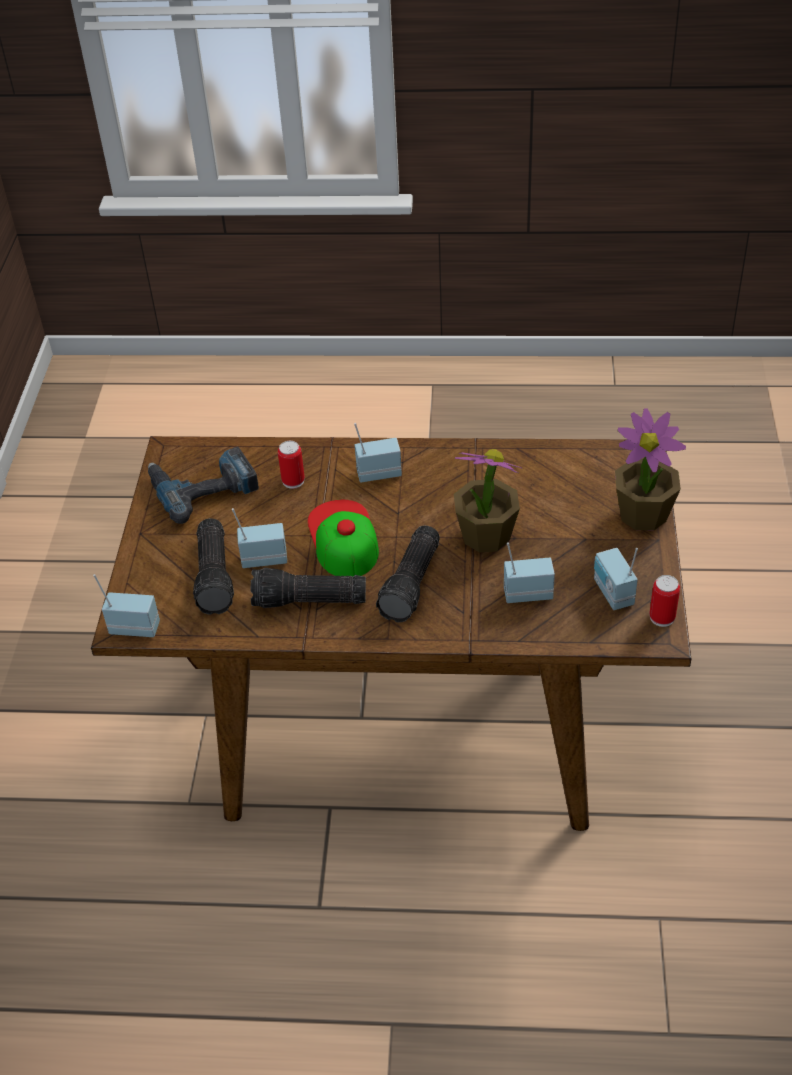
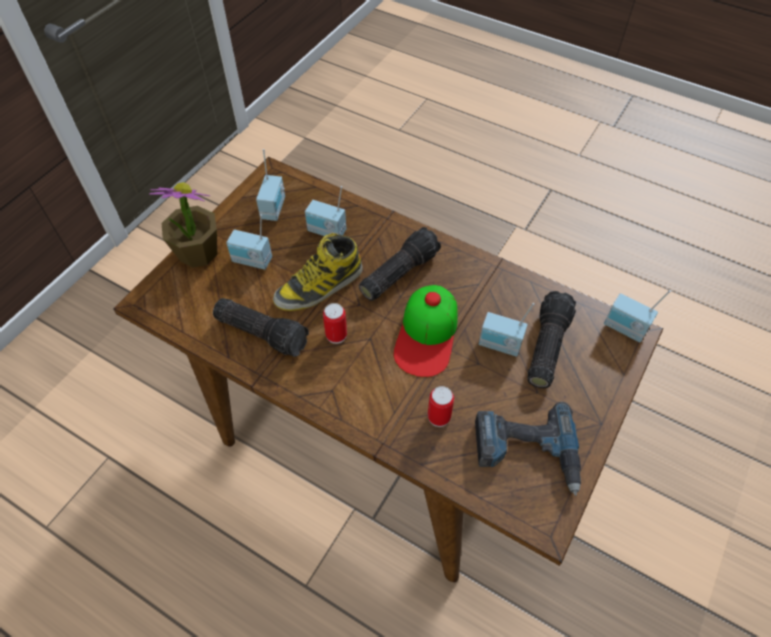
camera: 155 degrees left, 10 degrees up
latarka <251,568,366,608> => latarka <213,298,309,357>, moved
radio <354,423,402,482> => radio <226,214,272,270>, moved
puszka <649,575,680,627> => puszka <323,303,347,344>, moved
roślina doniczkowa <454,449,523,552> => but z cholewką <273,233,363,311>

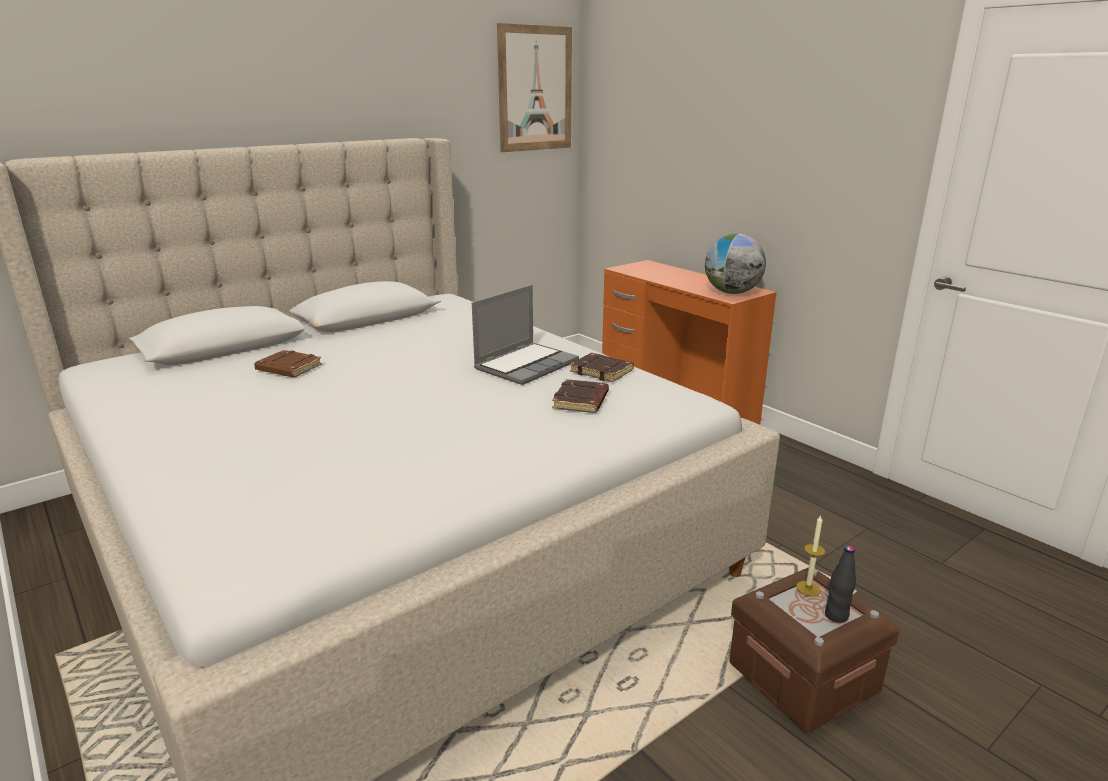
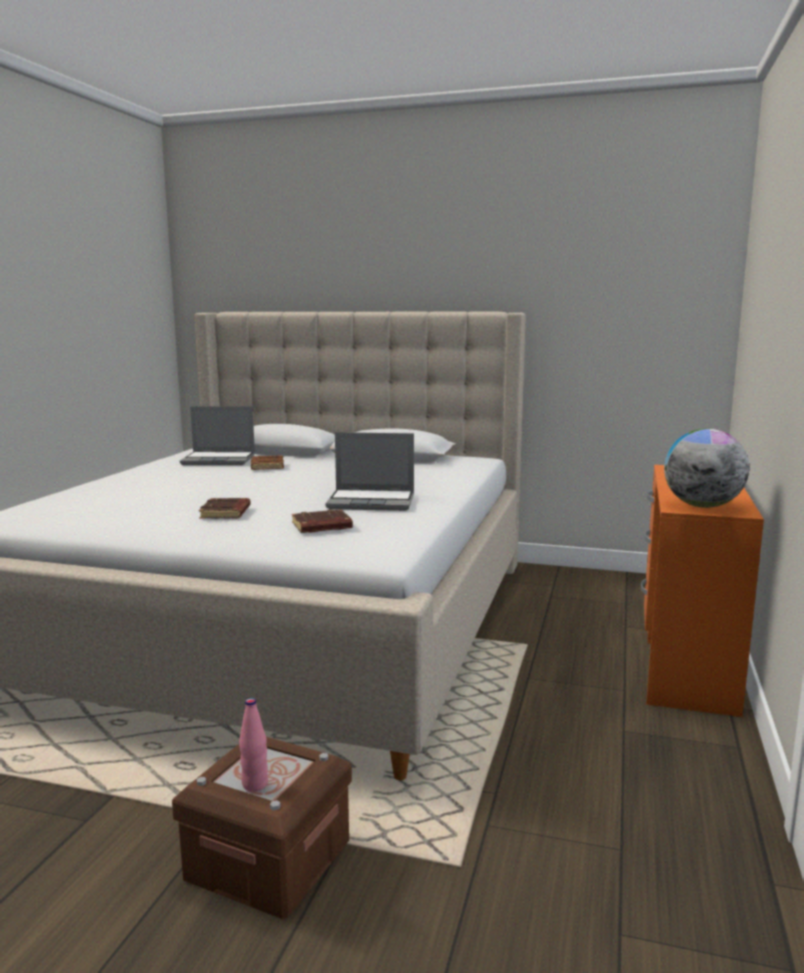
camera: 55 degrees right, 10 degrees down
obraz <497,23,572,152> => nothing
świeca <796,515,825,596> => nothing
nothing => laptop <180,406,255,465>
książka/brązowy <570,353,634,382> => książka/brązowy <199,498,250,519>, moved
butelka/czarny <825,546,856,623> => butelka/różowy <239,698,268,792>

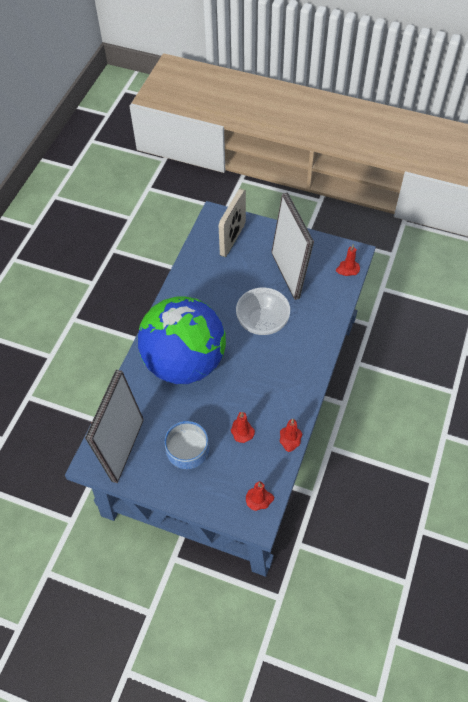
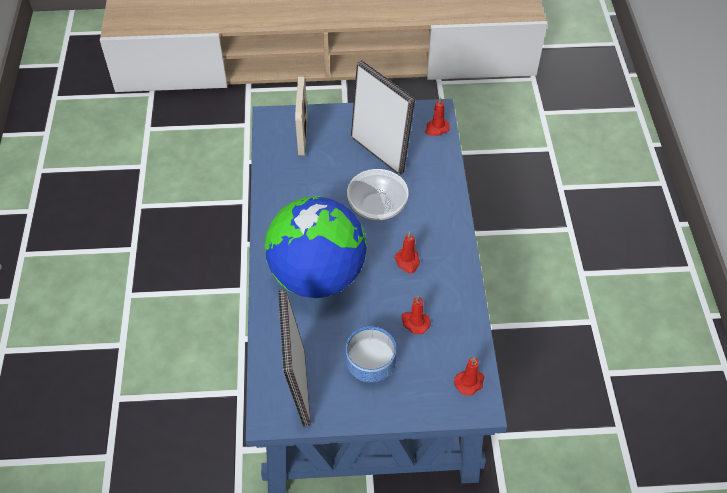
camera: 25 degrees left, 5 degrees down
świeca/czerwony <280,419,303,452> => świeca/czerwony <394,232,420,274>, moved

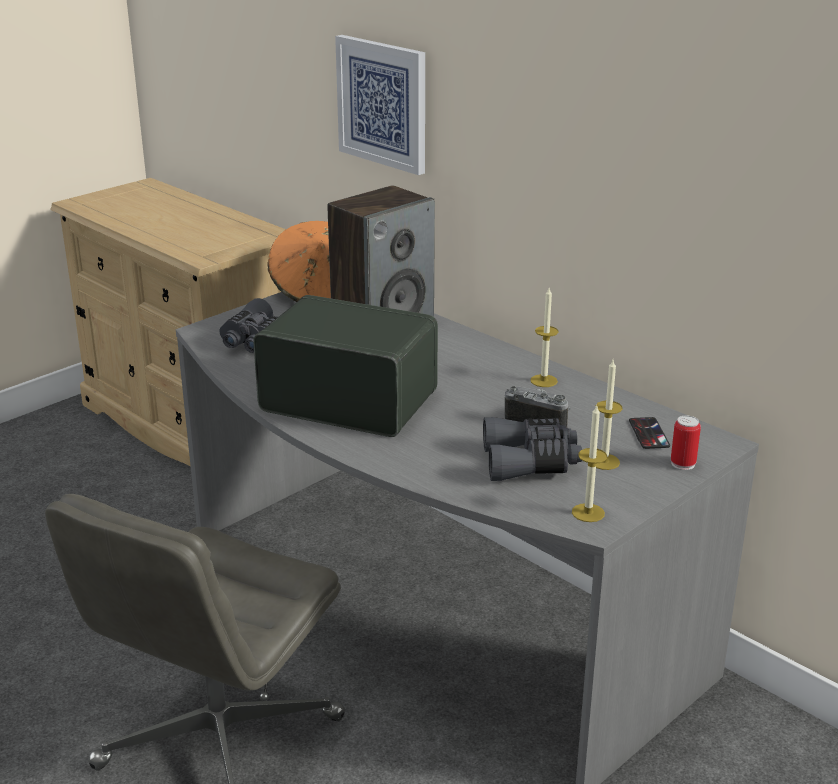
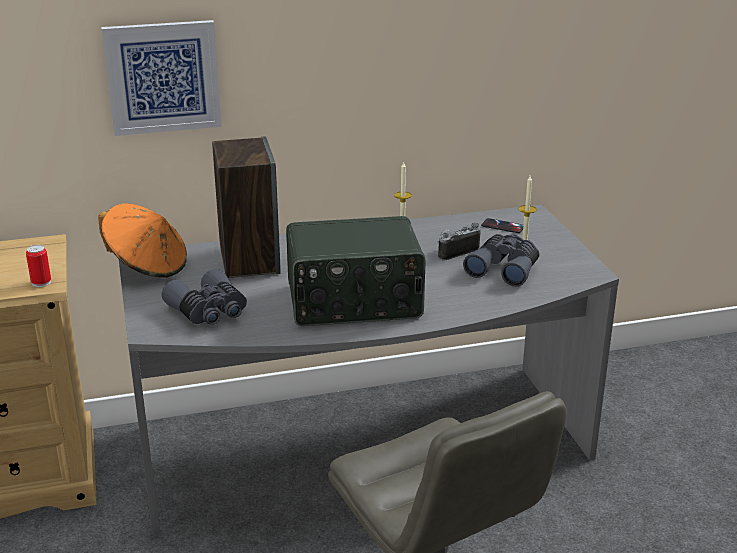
camera: 60 degrees left, 0 degrees up
świeca <572,404,607,522> => nothing
puszka <671,416,701,470> => puszka <26,245,51,287>, moved
radio <253,295,438,437> => radio <286,216,426,326>, 150 degrees counterclockwise

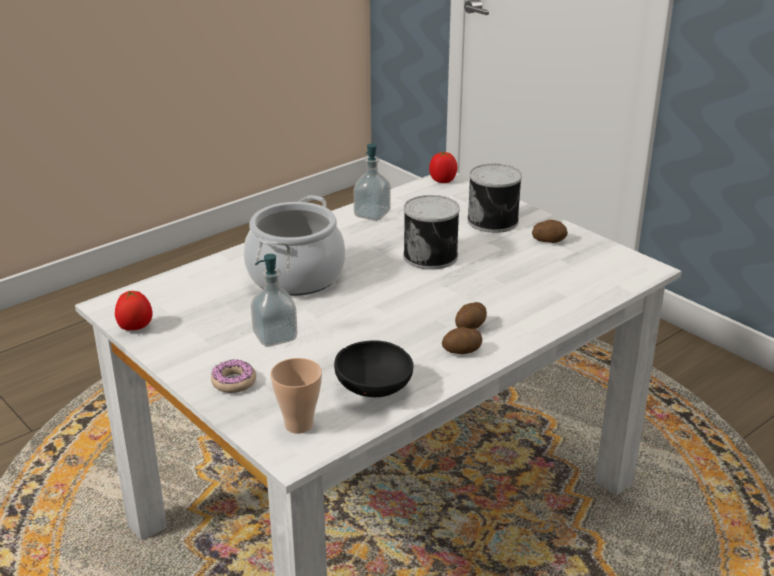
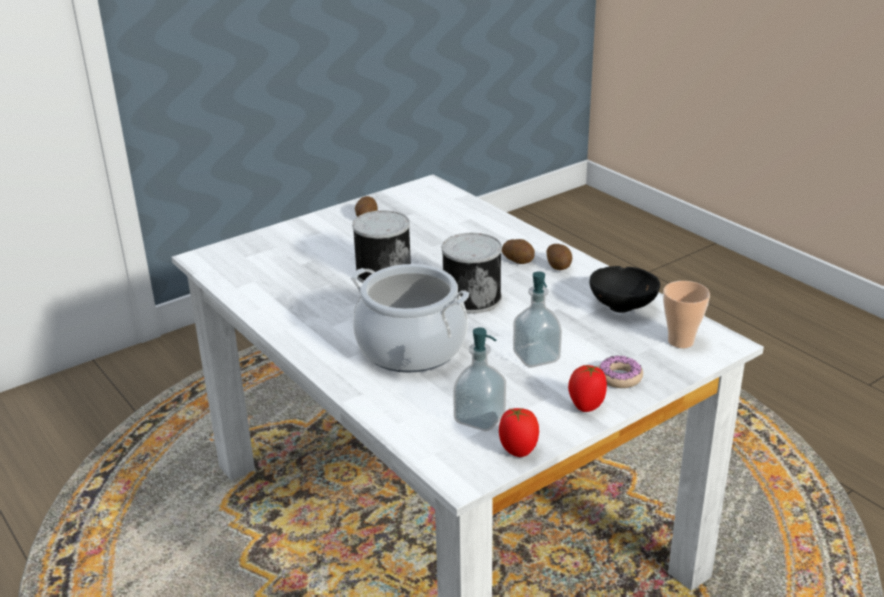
camera: 85 degrees left, 0 degrees up
dozownik mydła <354,144,391,221> => dozownik mydła <453,328,506,431>, moved
pomidor <429,152,458,183> => pomidor <568,365,607,412>, moved
puszka <467,164,522,233> => puszka <442,233,502,314>, moved

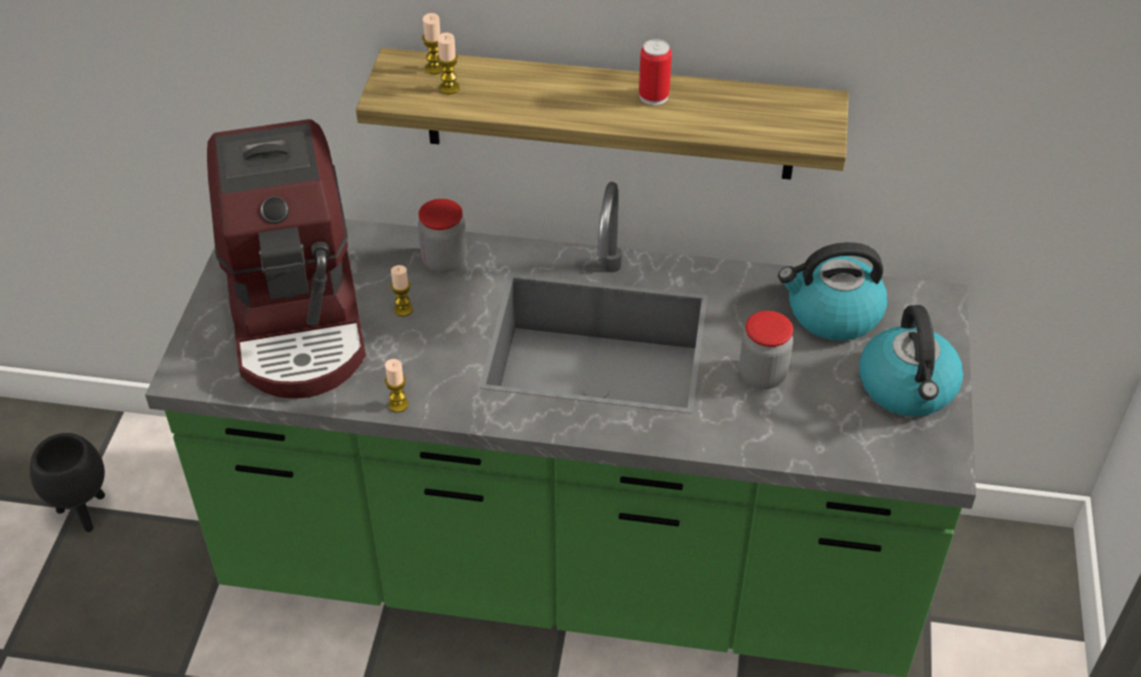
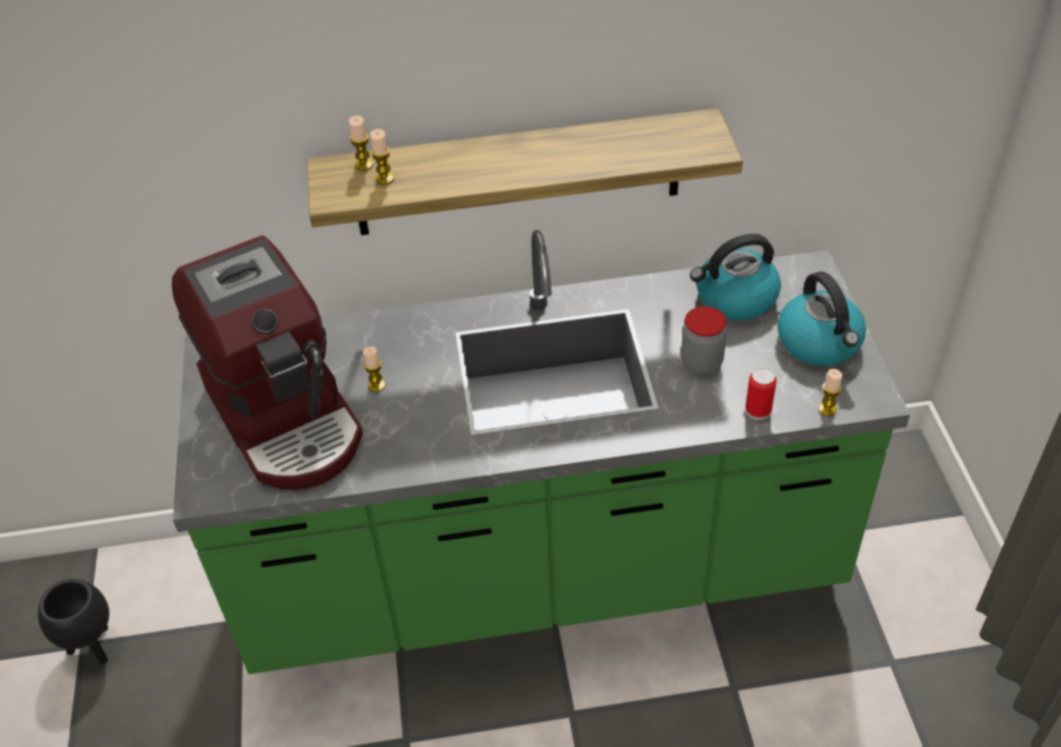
camera: 15 degrees left, 0 degrees up
słoik <418,199,467,273> => nothing
świeca <385,359,409,413> => świeca <819,369,842,416>, moved
puszka <639,39,672,105> => puszka <745,367,777,420>, moved

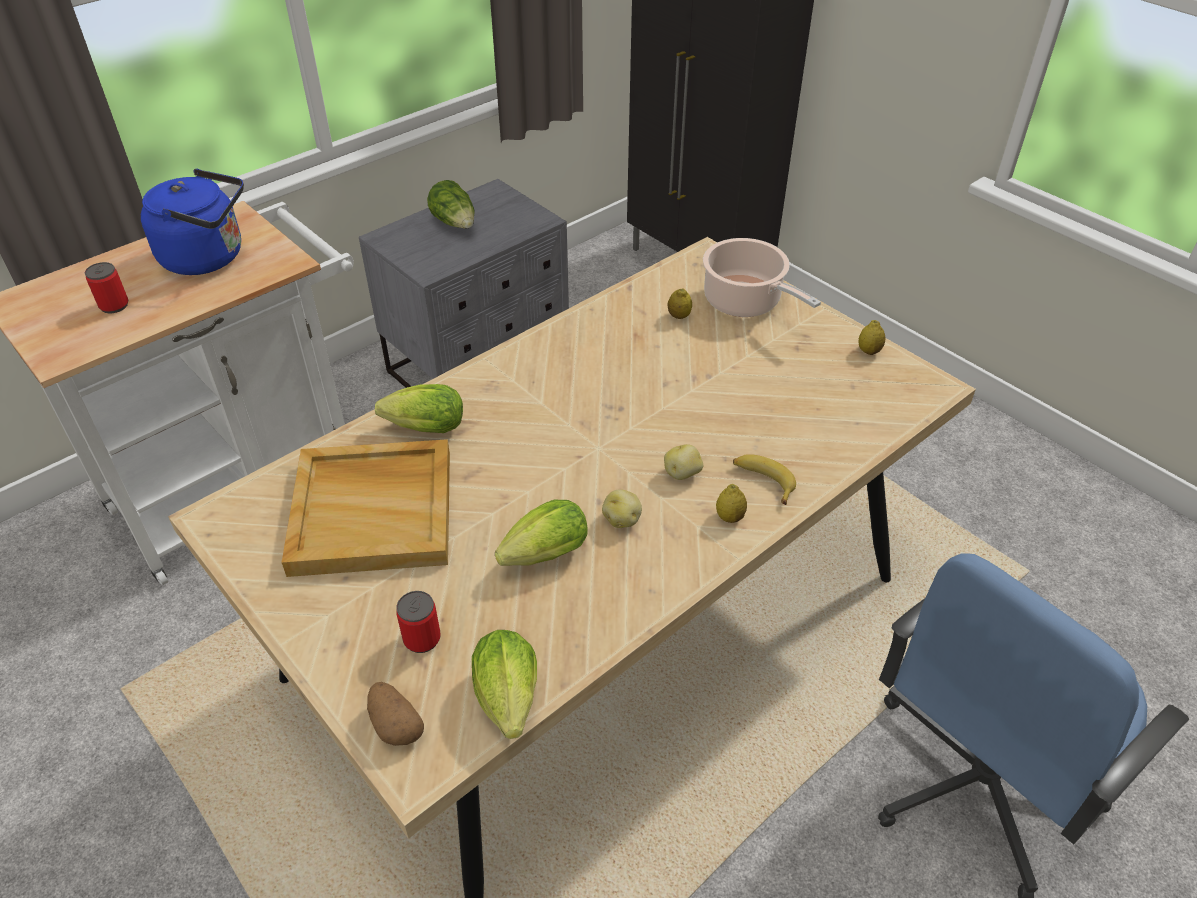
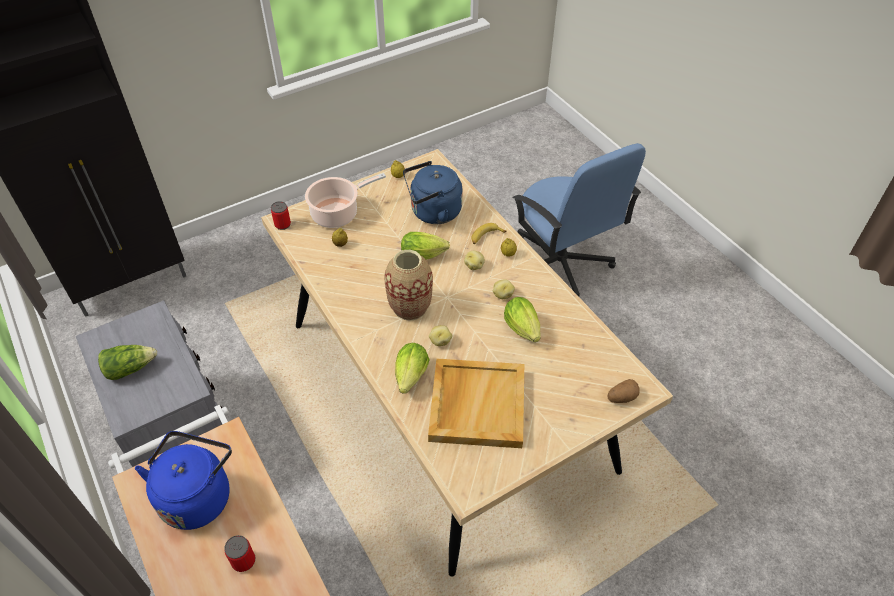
camera: 80 degrees left, 5 degrees up
nothing => wazon <384,250,433,321>
nothing => czajnik/niebieski <403,161,463,224>
nothing => ziemniak <429,325,452,346>
puszka <396,591,441,653> => puszka <271,201,291,230>, moved
sałata <472,630,537,739> => sałata <401,232,450,260>, moved

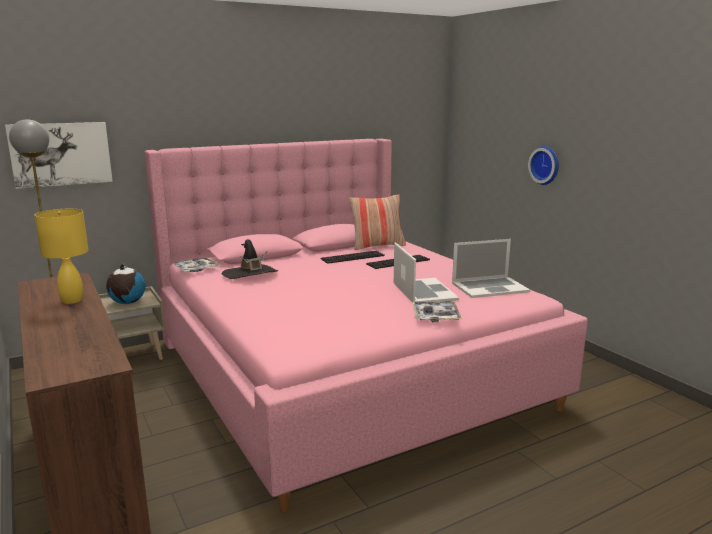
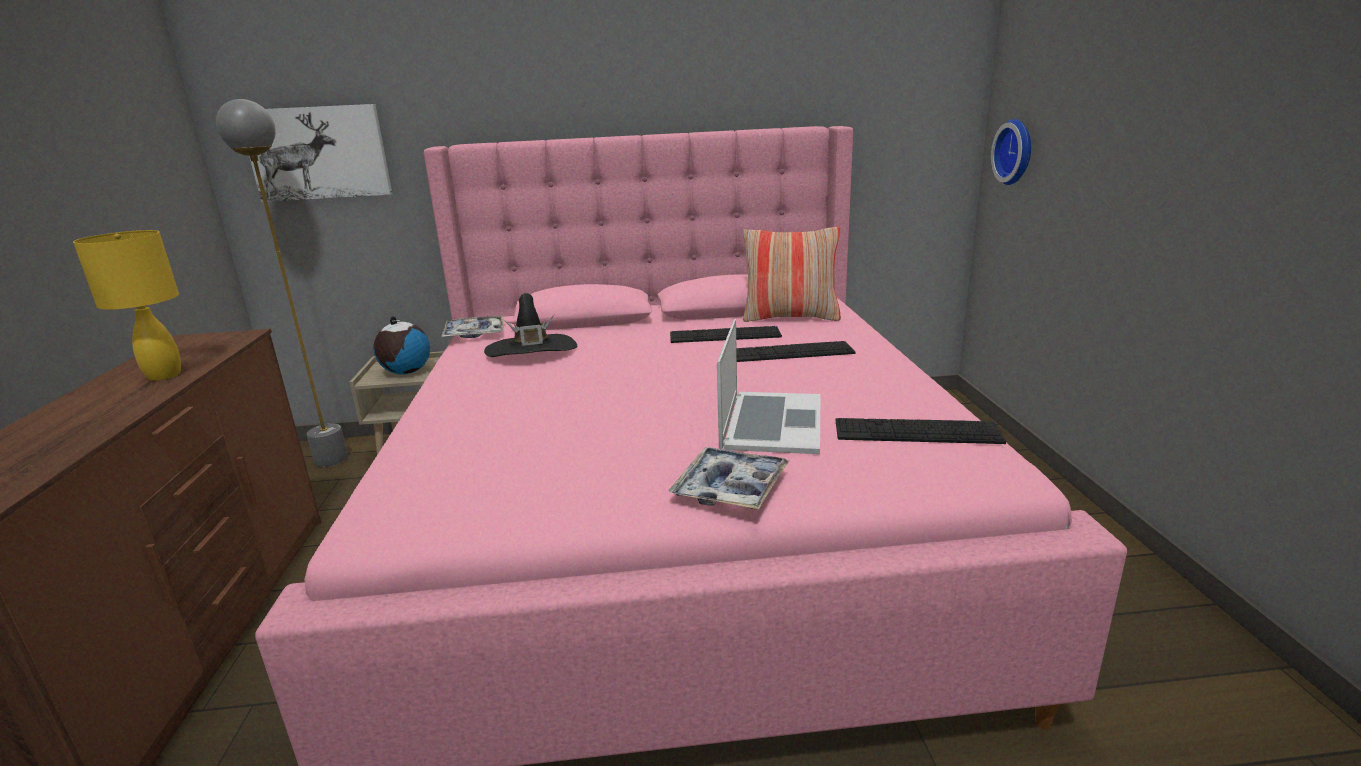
camera: 25 degrees right, 5 degrees up
zegar ścienny <528,146,559,185> => zegar ścienny <991,119,1031,185>, moved
laptop <452,239,530,298> => klawiatura <835,418,1006,444>

